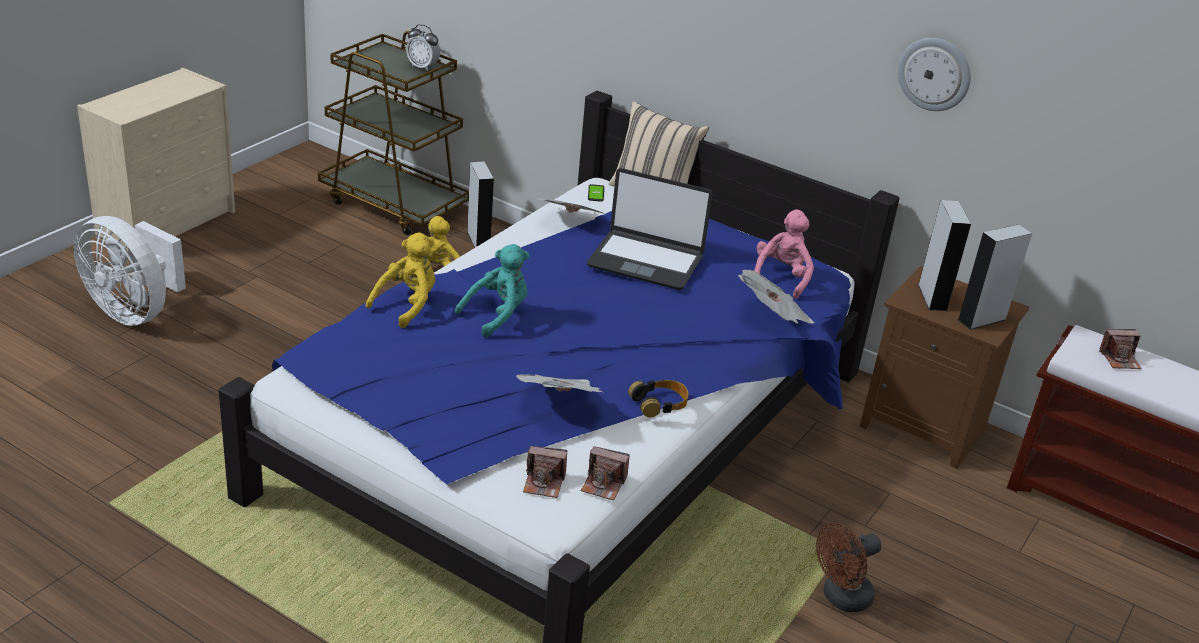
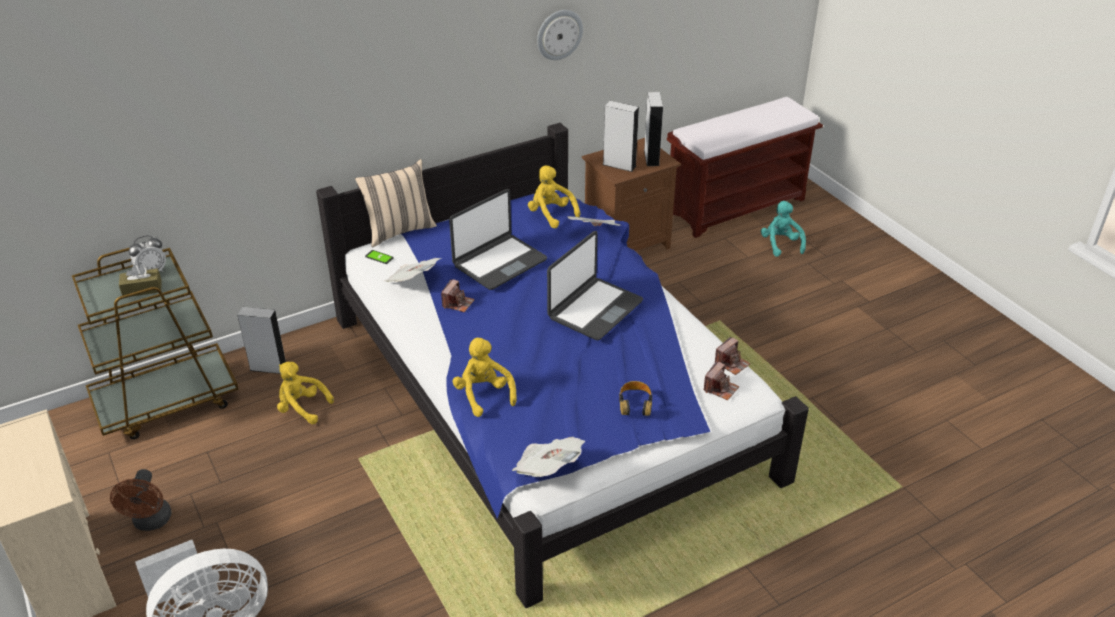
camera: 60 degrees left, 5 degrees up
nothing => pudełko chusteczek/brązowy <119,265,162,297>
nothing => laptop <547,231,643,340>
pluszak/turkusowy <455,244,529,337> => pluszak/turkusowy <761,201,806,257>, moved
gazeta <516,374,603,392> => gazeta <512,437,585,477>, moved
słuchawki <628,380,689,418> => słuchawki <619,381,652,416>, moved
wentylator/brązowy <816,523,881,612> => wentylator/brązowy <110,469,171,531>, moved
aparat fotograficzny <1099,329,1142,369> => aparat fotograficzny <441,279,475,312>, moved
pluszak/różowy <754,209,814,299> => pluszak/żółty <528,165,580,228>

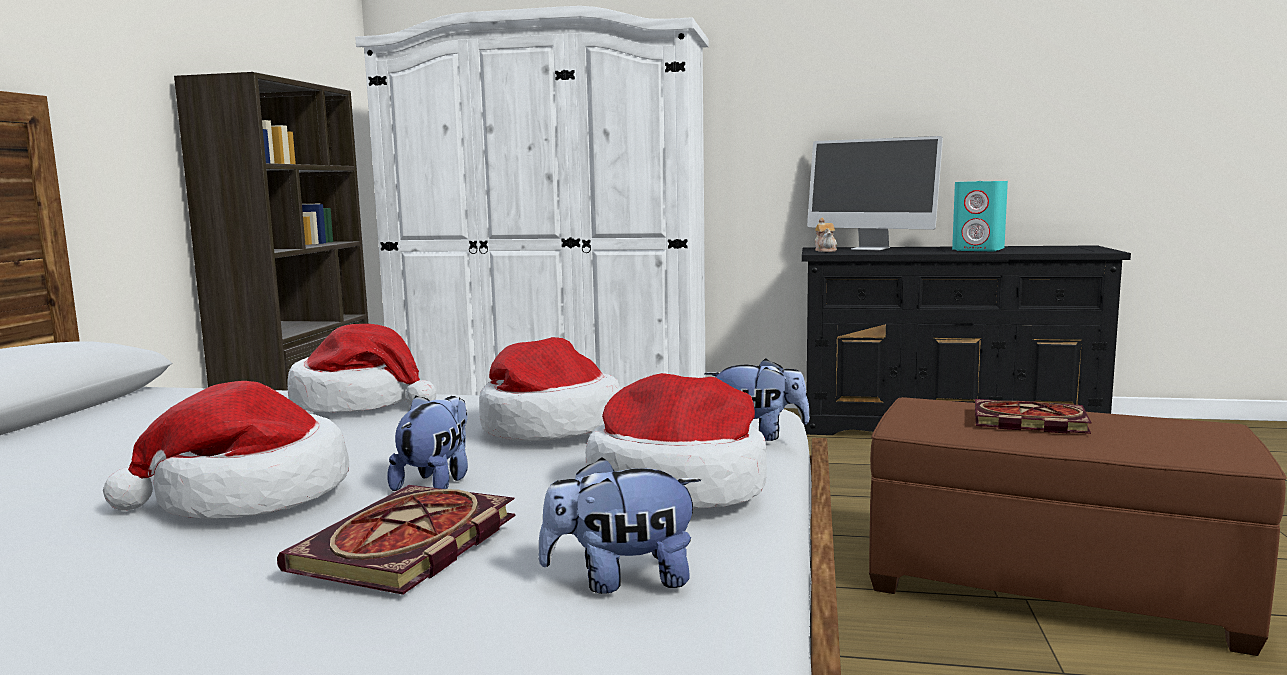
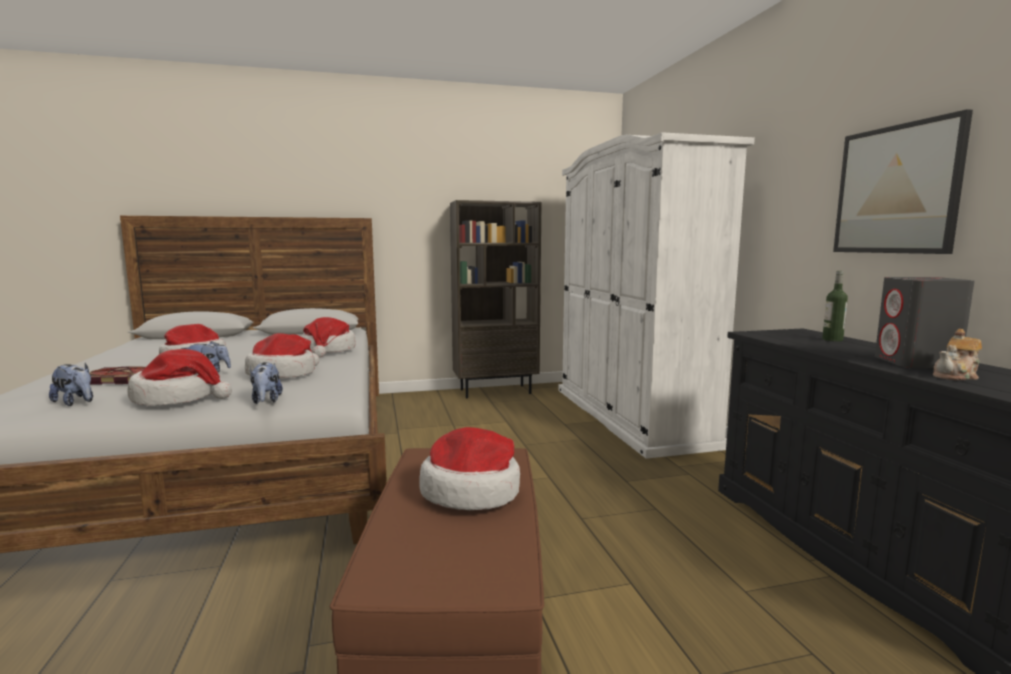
camera: 65 degrees right, 0 degrees up
nothing => obraz <833,109,973,254>
imbryk <815,218,837,252> => imbryk <933,329,982,380>, moved
monitor <807,136,943,250> => butelka <822,271,848,341>
książka <975,399,1092,434> => kapelusz <419,427,520,510>
głośnik/turkusowy <952,181,1008,251> => głośnik/szary <875,277,974,369>
pluszak <538,457,701,594> => pluszak <49,363,93,406>, 150 degrees clockwise

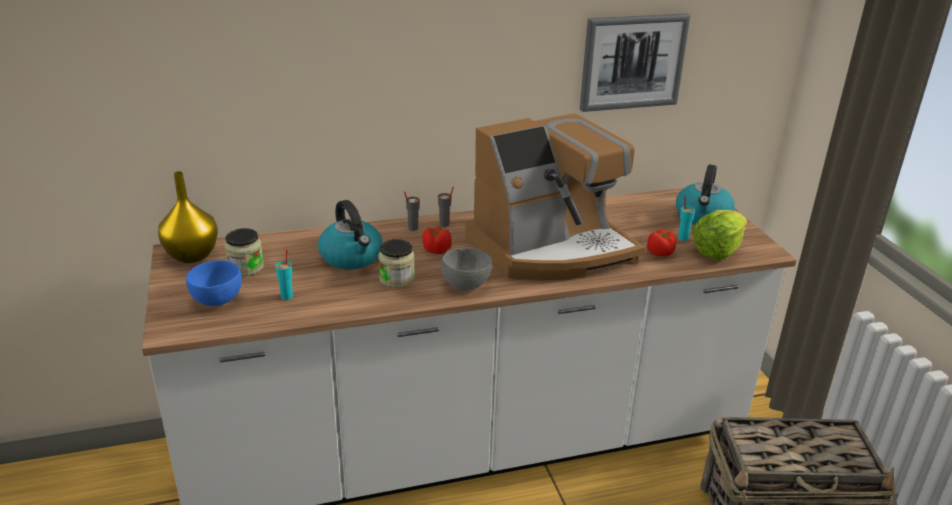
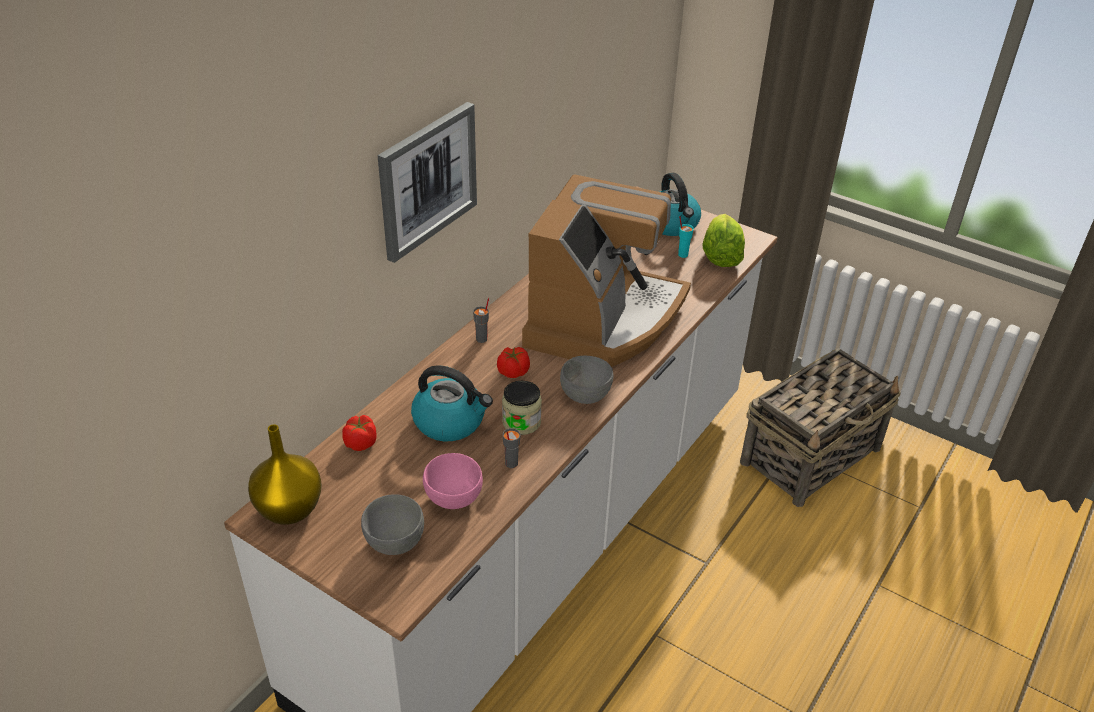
camera: 40 degrees left, 10 degrees up
słoik <225,228,264,276> => nothing
filiżanka/szary <404,192,420,231> => filiżanka/szary <503,428,520,468>, moved
obraz <580,13,691,112> => obraz <378,102,477,263>, moved
pomidor <647,229,676,257> => pomidor <342,415,377,451>, moved
filiżanka/turkusowy <275,250,293,300> => miska/różowy <423,453,483,509>
miska/niebieski <186,260,242,306> => miska/szary <361,494,424,555>

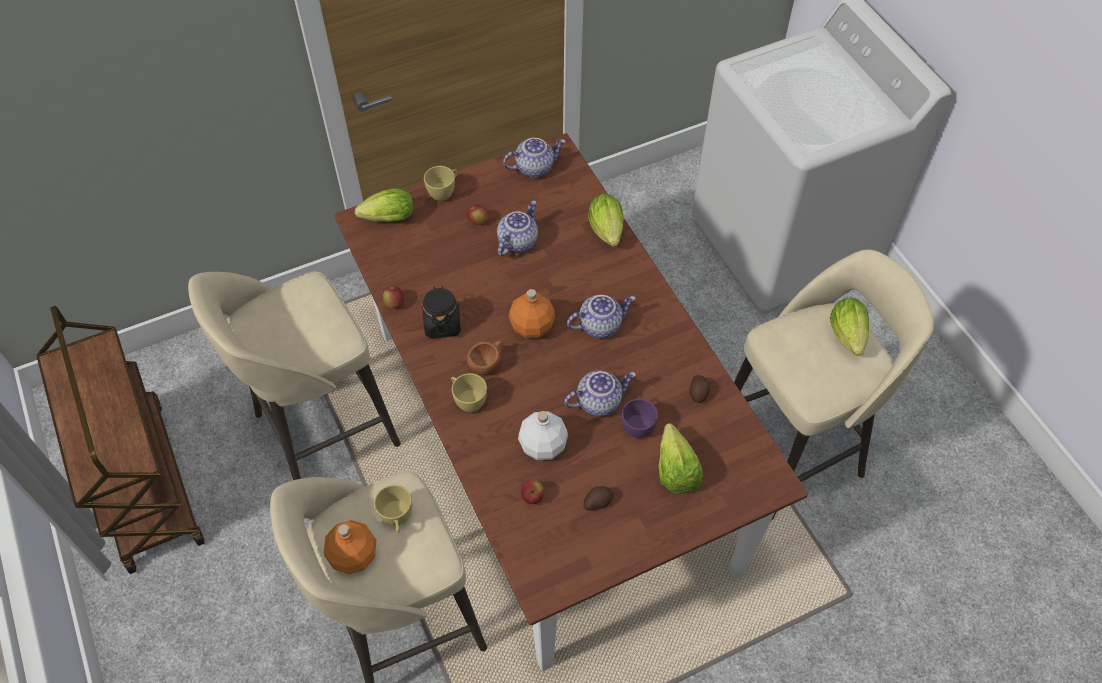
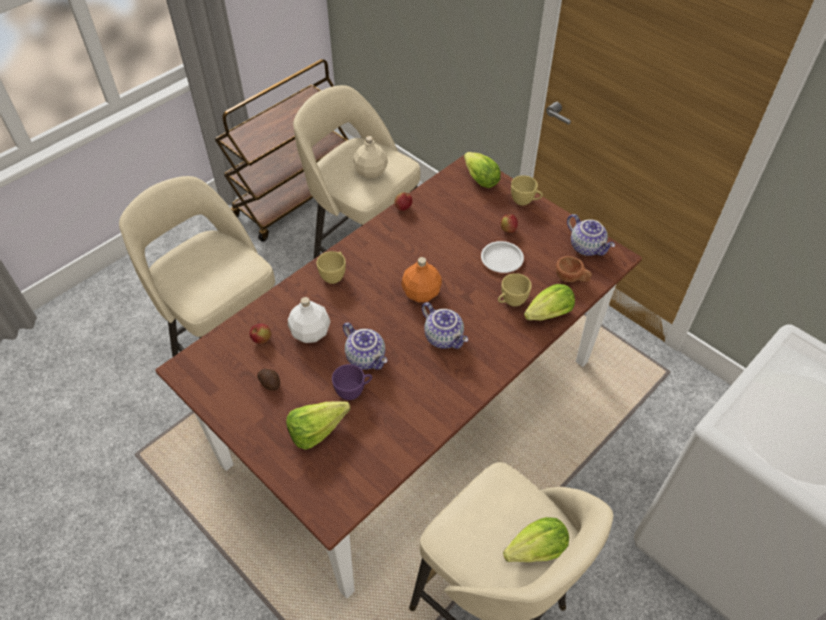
camera: 70 degrees right, 5 degrees down
butelka/pomarańczowy <324,520,377,574> => nothing
słoik/czarny <422,286,461,338> => nothing
ziemniak <689,375,710,403> => nothing
nothing => butelka/beżowy <353,136,388,178>
filiżanka/żółty <374,485,412,533> => filiżanka/żółty <498,273,532,306>, moved
filiżanka/brązowy <467,340,503,375> => filiżanka/brązowy <556,256,592,282>, moved
imbryk <497,201,538,256> => talerz/biały <481,241,524,273>

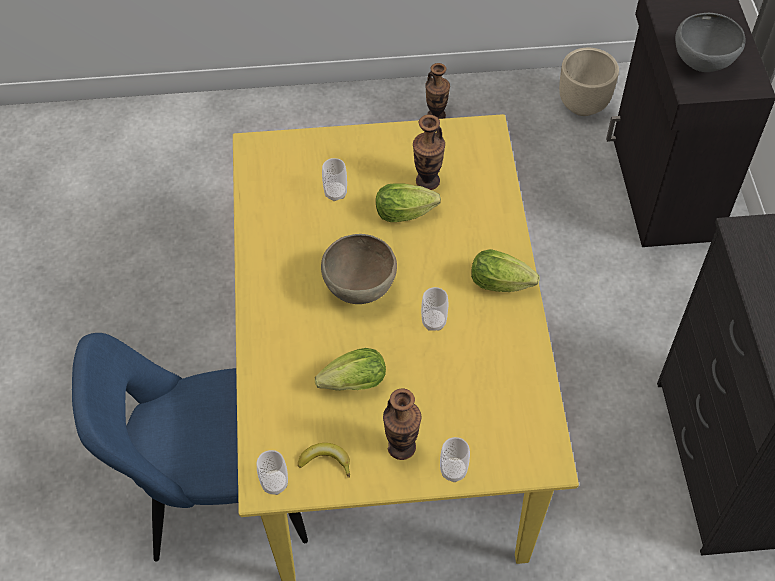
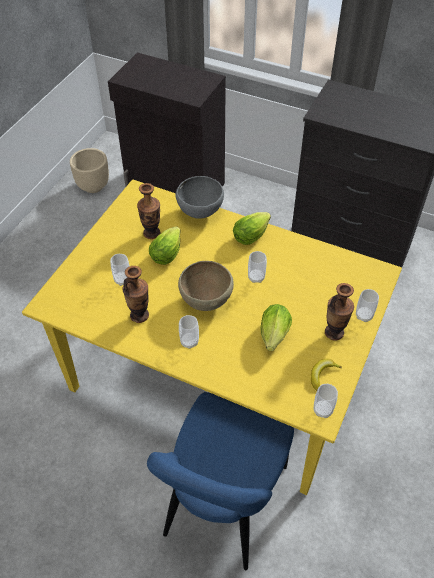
camera: 60 degrees left, 5 degrees down
nothing => filiżanka <179,315,199,349>
wazon <425,63,450,119> => wazon <122,266,149,323>, moved
miska/szary <675,13,746,72> => miska/szary <175,176,224,219>, moved

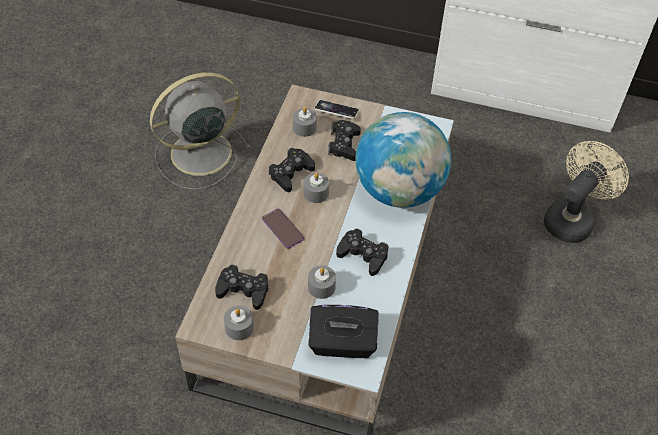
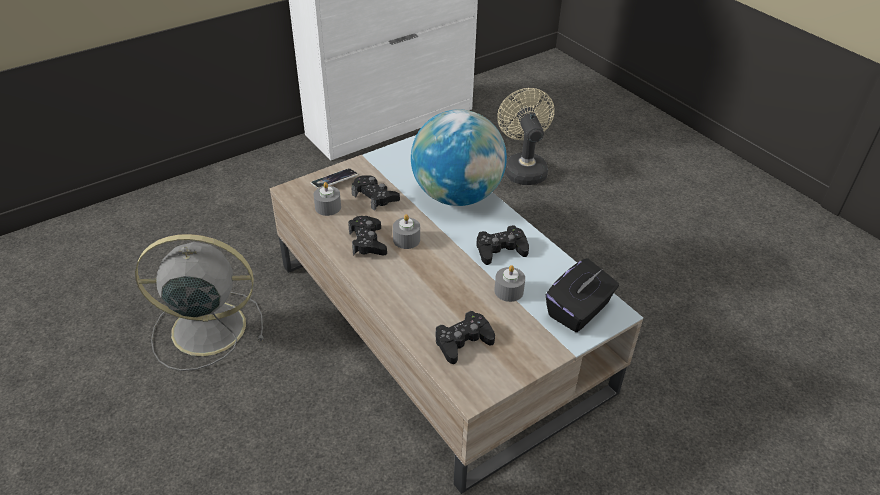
camera: 50 degrees left, 10 degrees down
świeca/szary <224,306,254,340> => nothing
telefon <262,208,305,249> => nothing
wentylator/szary <150,72,251,190> => wentylator/szary <135,234,263,371>, 75 degrees clockwise

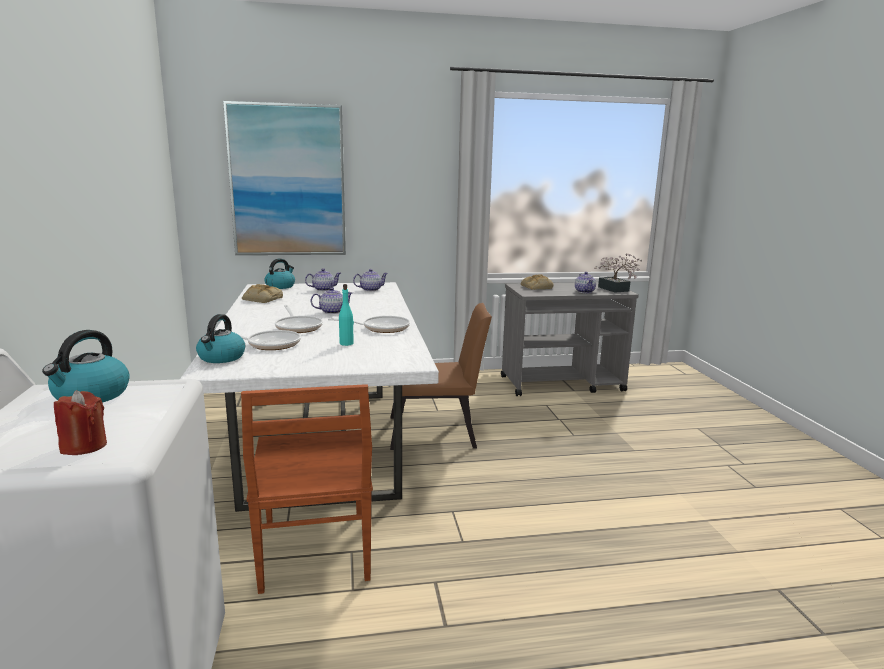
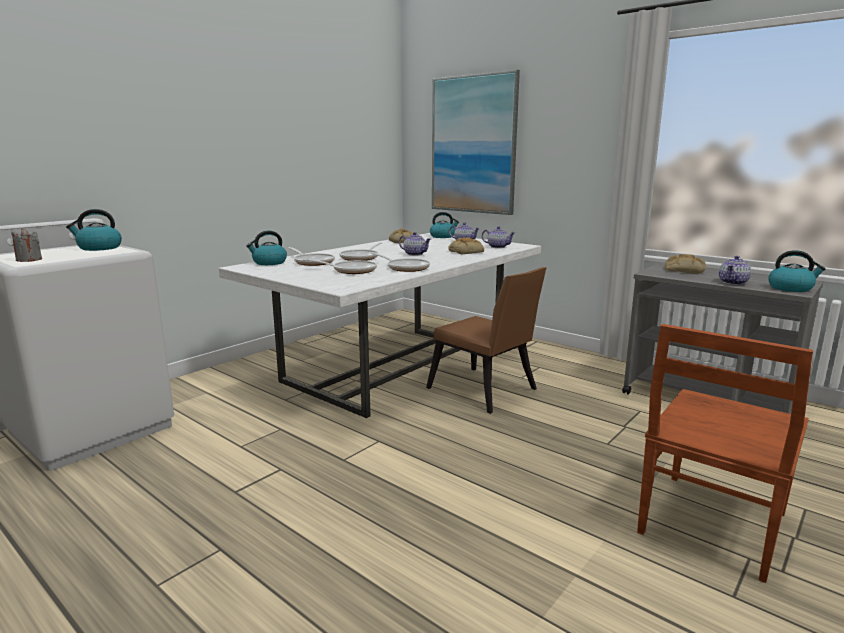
camera: 50 degrees right, 0 degrees up
nothing => chleb <448,237,484,254>
krzesło/brązowy <241,384,373,594> => krzesło/brązowy <637,324,813,583>, moved
butelka/turkusowy <339,284,354,346> => patelnia <303,259,377,274>
roślina doniczkowa <594,254,642,293> => czajnik <768,250,826,292>
świeca/czerwony <54,390,107,455> => świeca/szary <11,228,42,262>

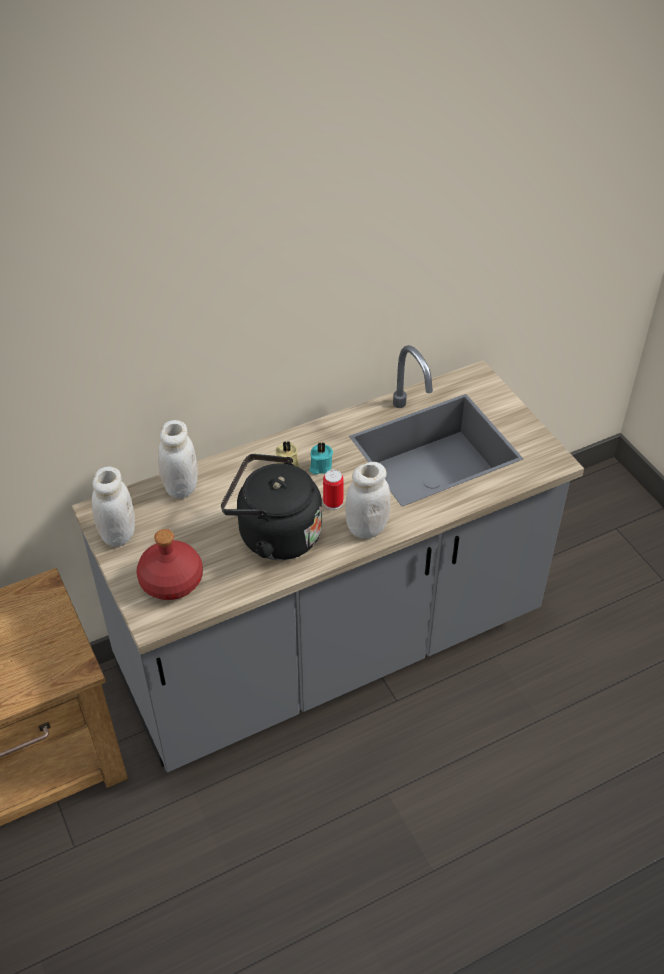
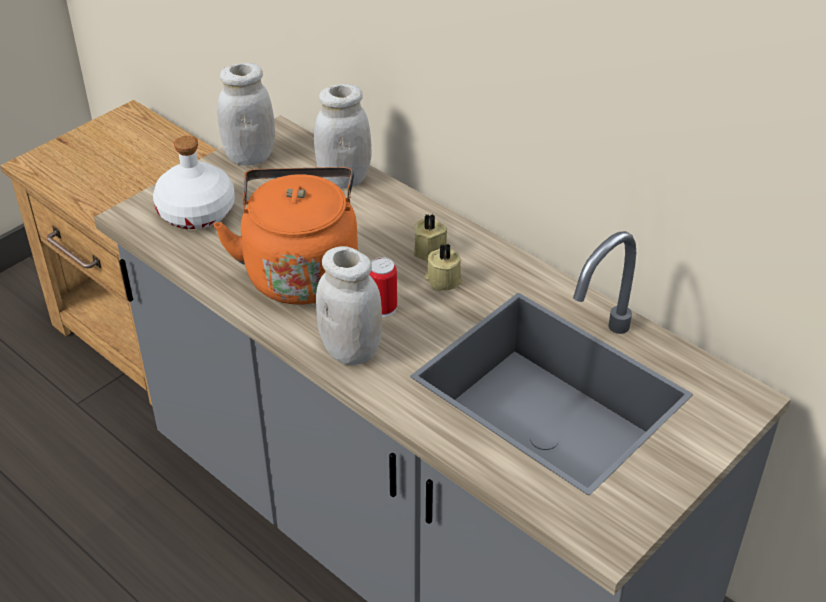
camera: 70 degrees right, 5 degrees down
butelka/czerwony <137,529,203,600> => butelka/biały <153,136,235,229>
czajnik/czarny <221,454,322,560> => czajnik/pomarańczowy <214,167,358,304>
świeca/turkusowy <309,442,333,475> => świeca/beżowy <424,244,462,291>

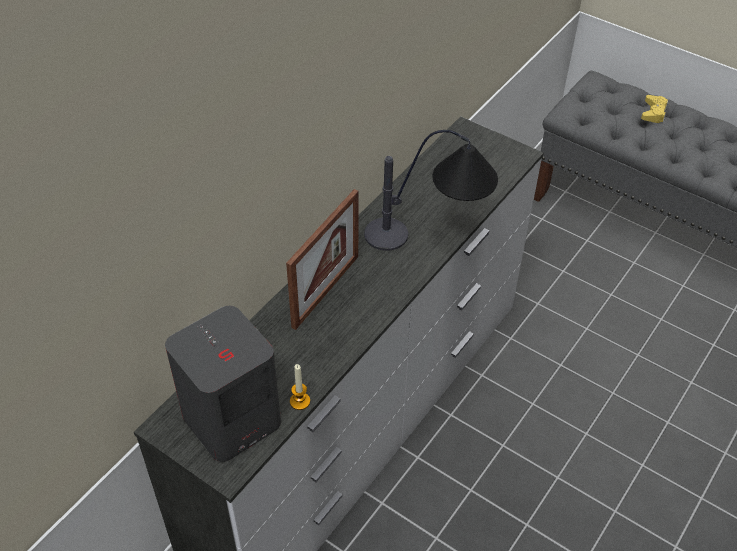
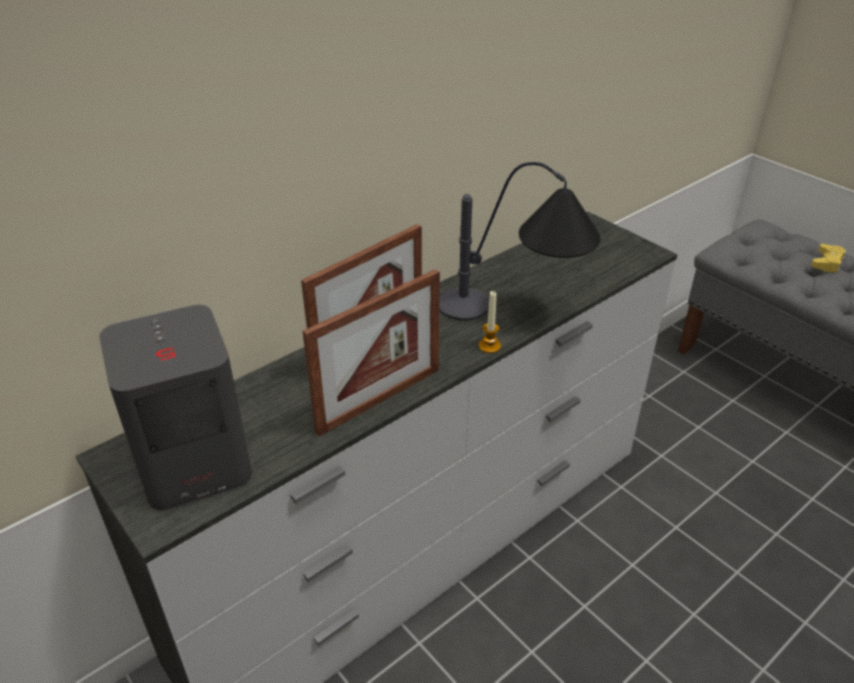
camera: 15 degrees right, 10 degrees down
nothing => ramka na zdjęcie <303,269,440,436>
świeca <290,364,310,410> => świeca <479,291,501,353>, moved

